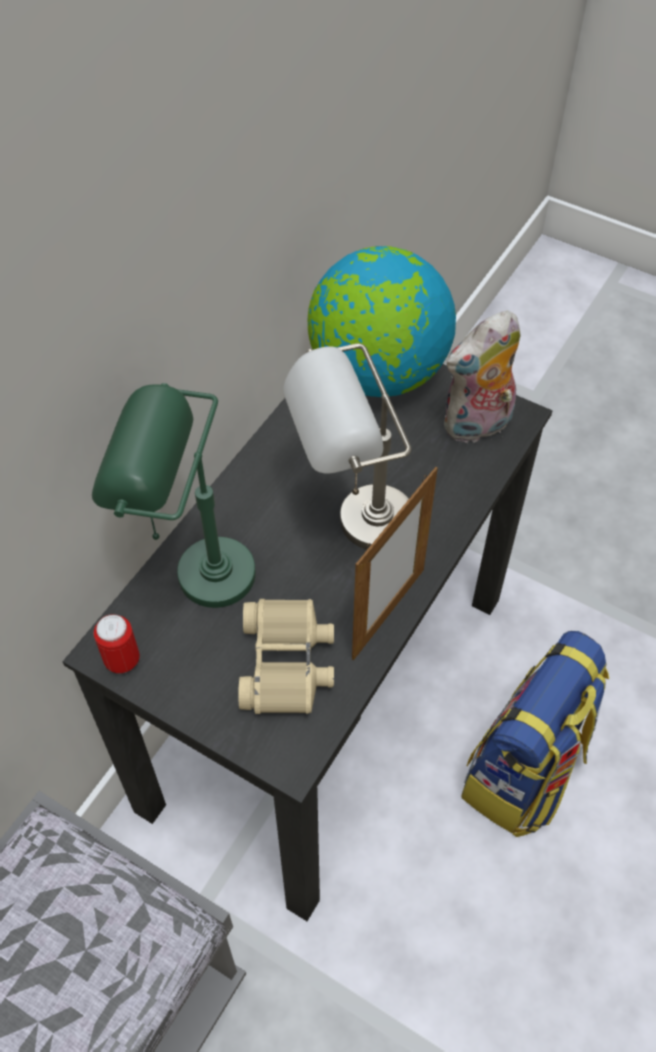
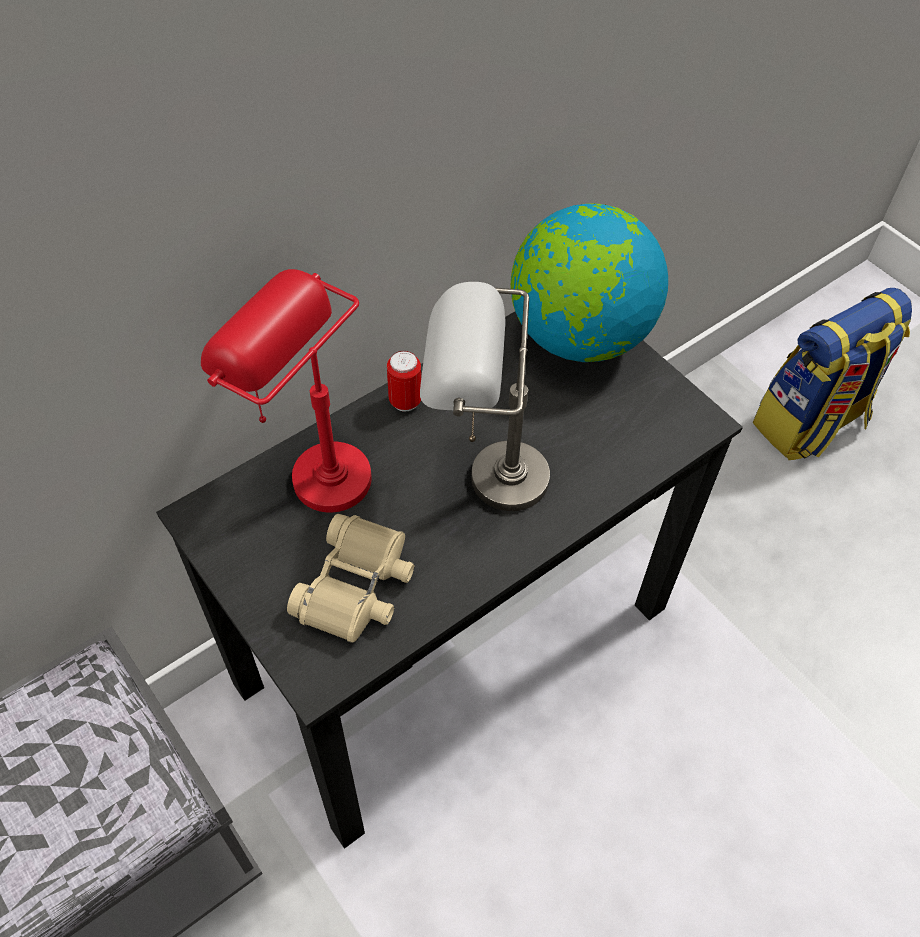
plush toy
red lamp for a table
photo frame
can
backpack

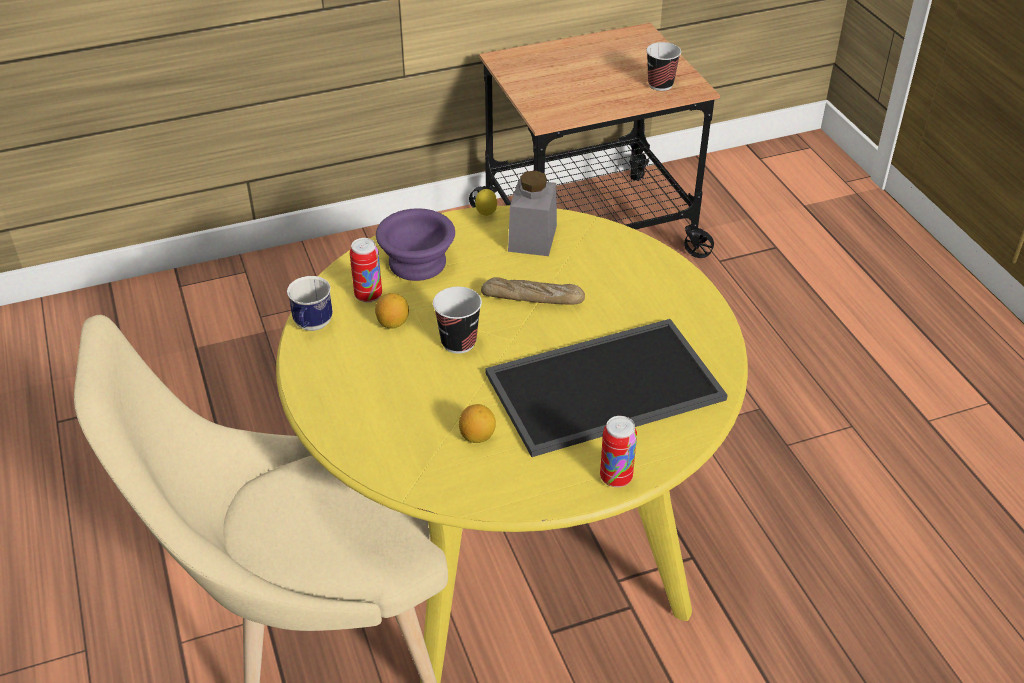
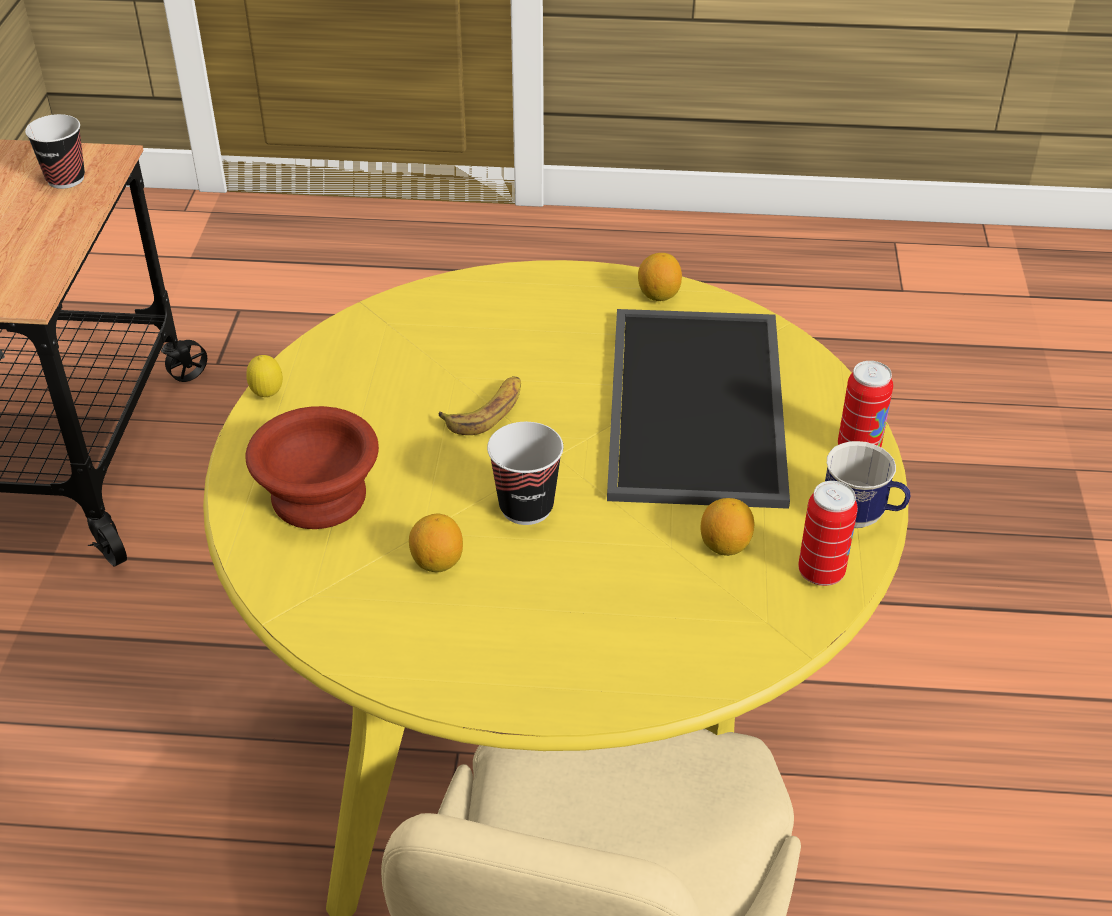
greyish storage jar
brown deep dish
can (1st from left)
coffee mug
whole banana
lemon (3rd from left)

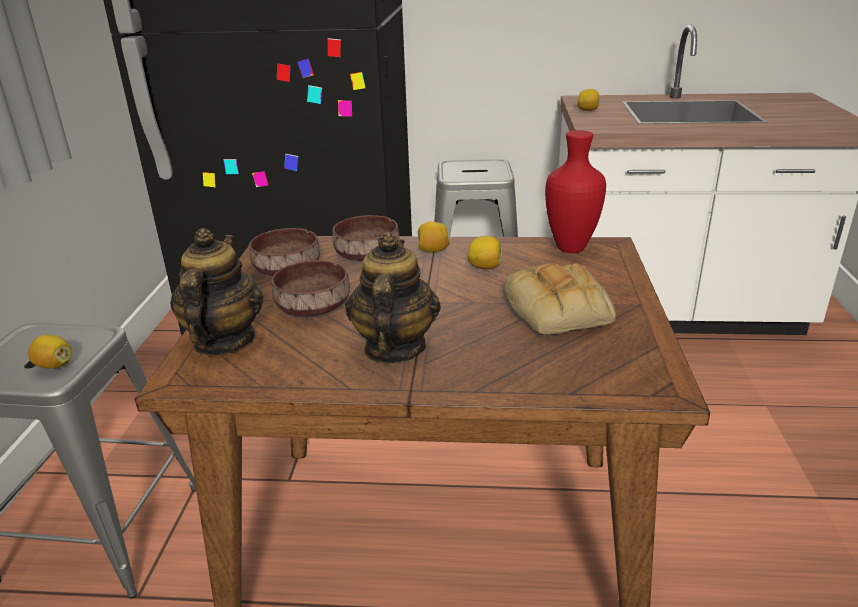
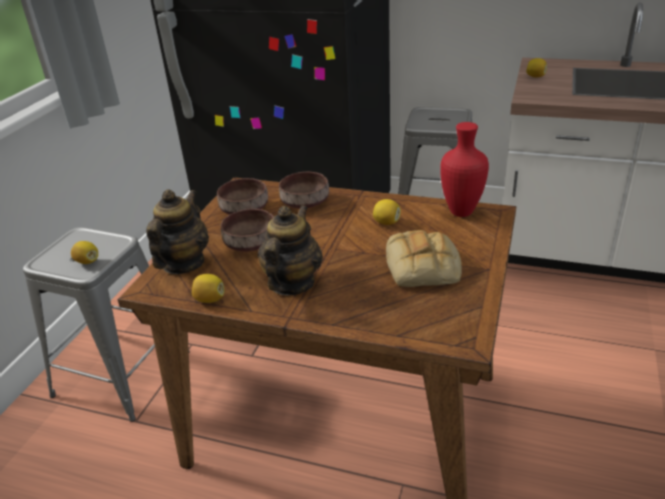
lemon (2nd from left)

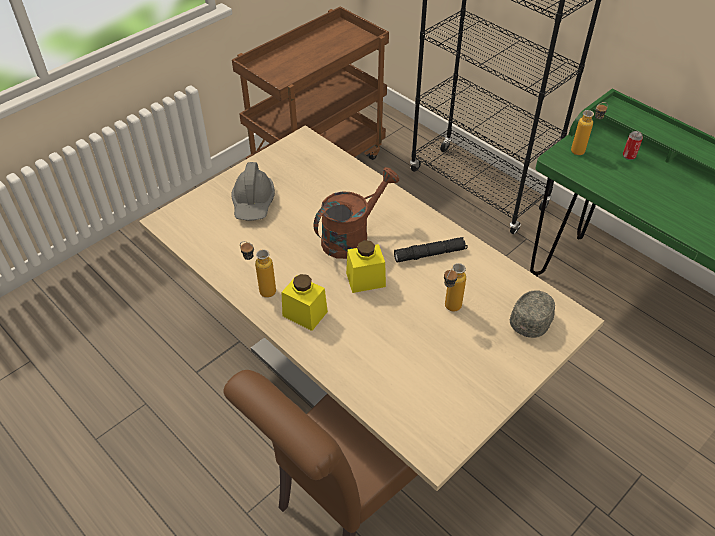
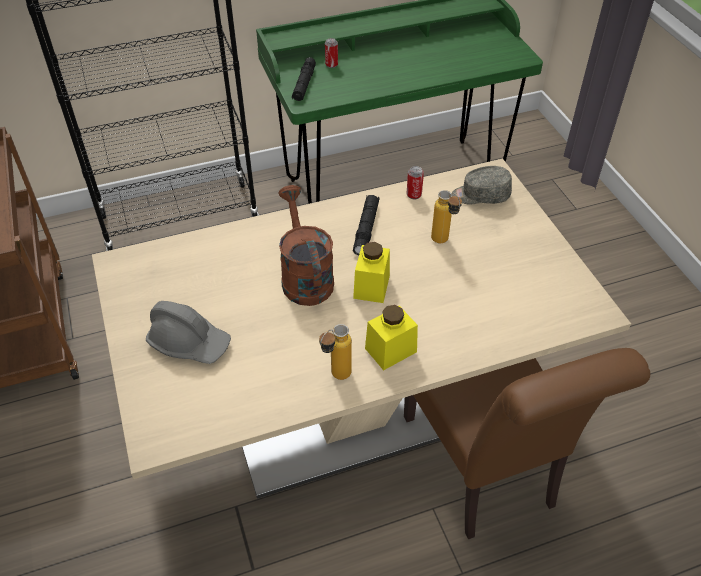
black hand torch (1st from left)
greyish baseball cap
can (2nd from left)

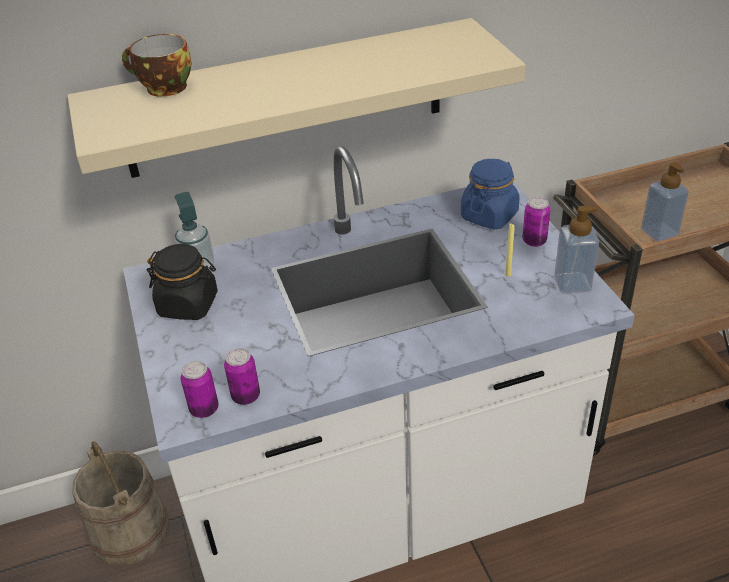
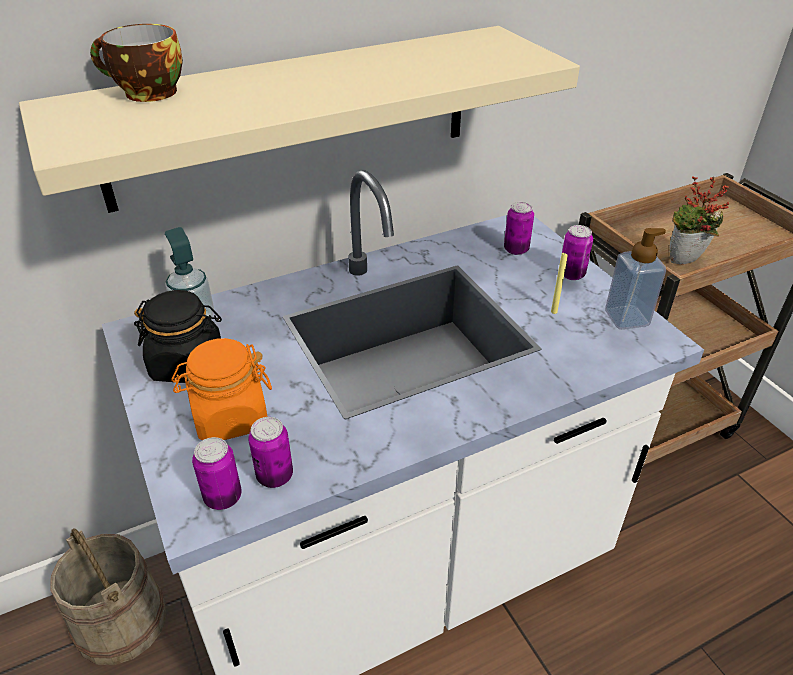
can (3rd from left)
houseplant
orange storage jar

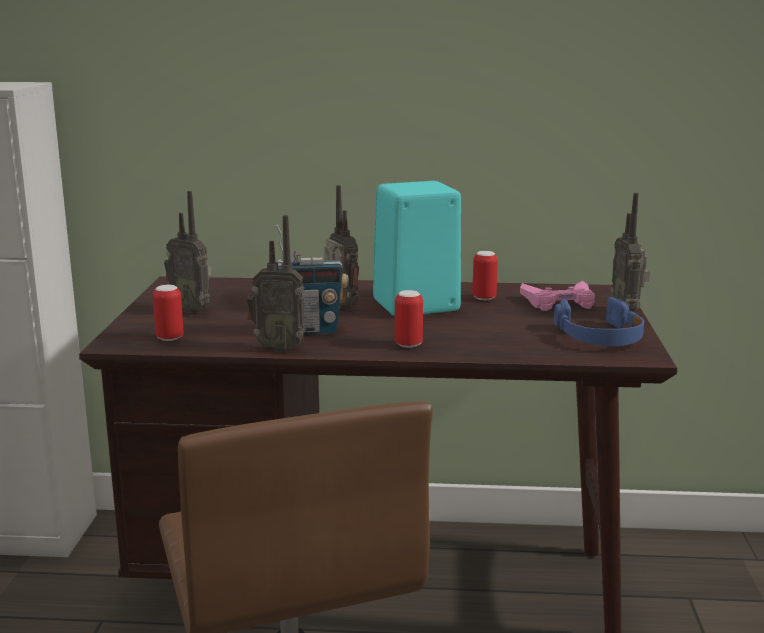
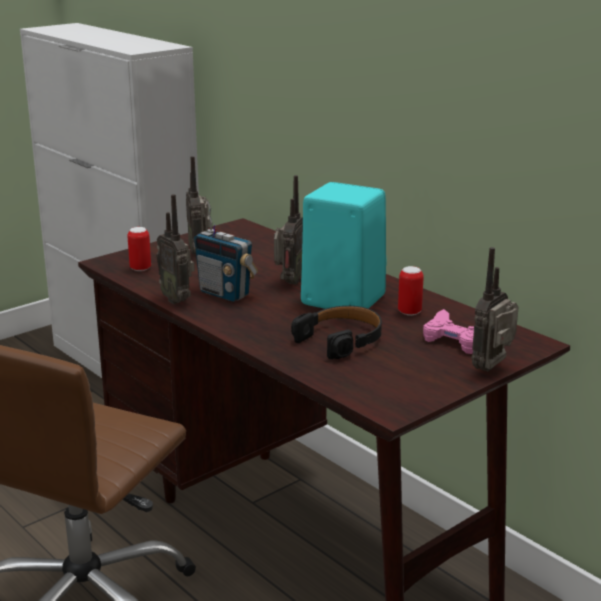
can (2nd from left in the first image)
blue-coloured headphones
black headphones

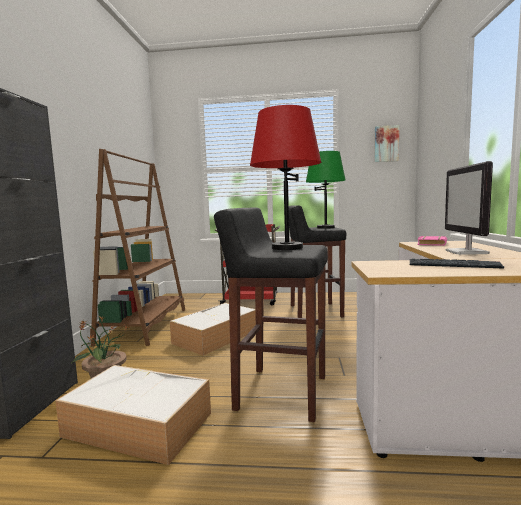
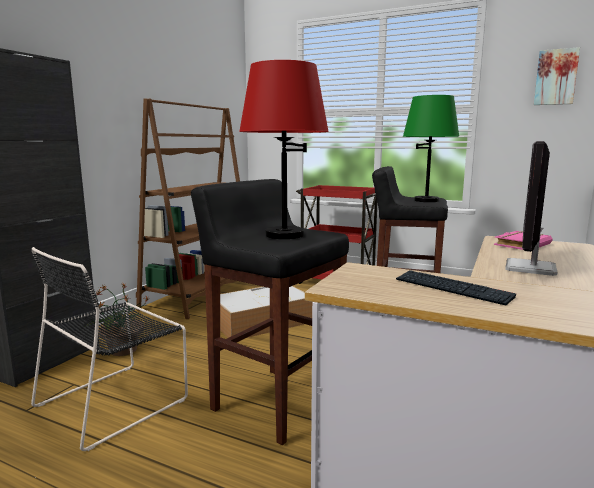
black upright chair

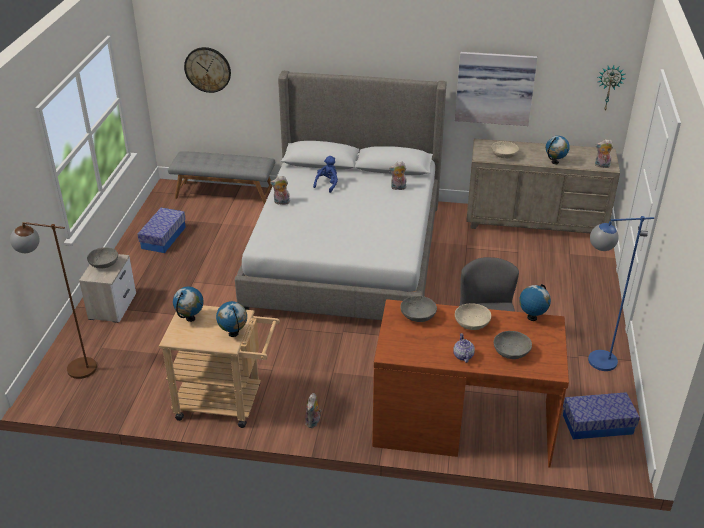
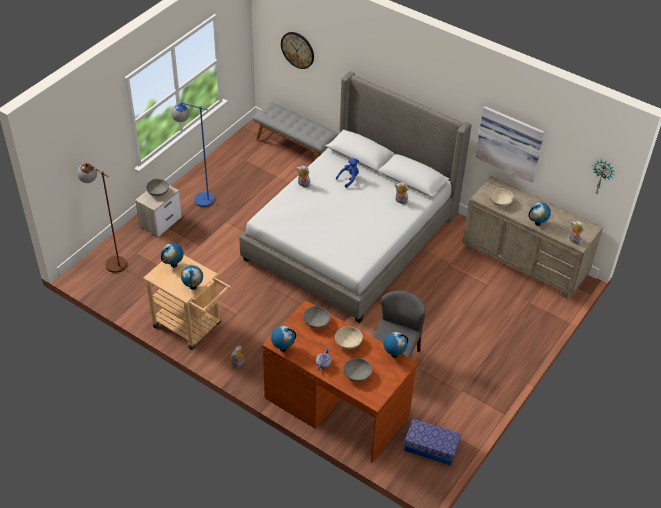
storage box (1st from left in the first image)
blue-coloured floor lamp
globe (3rd from left)

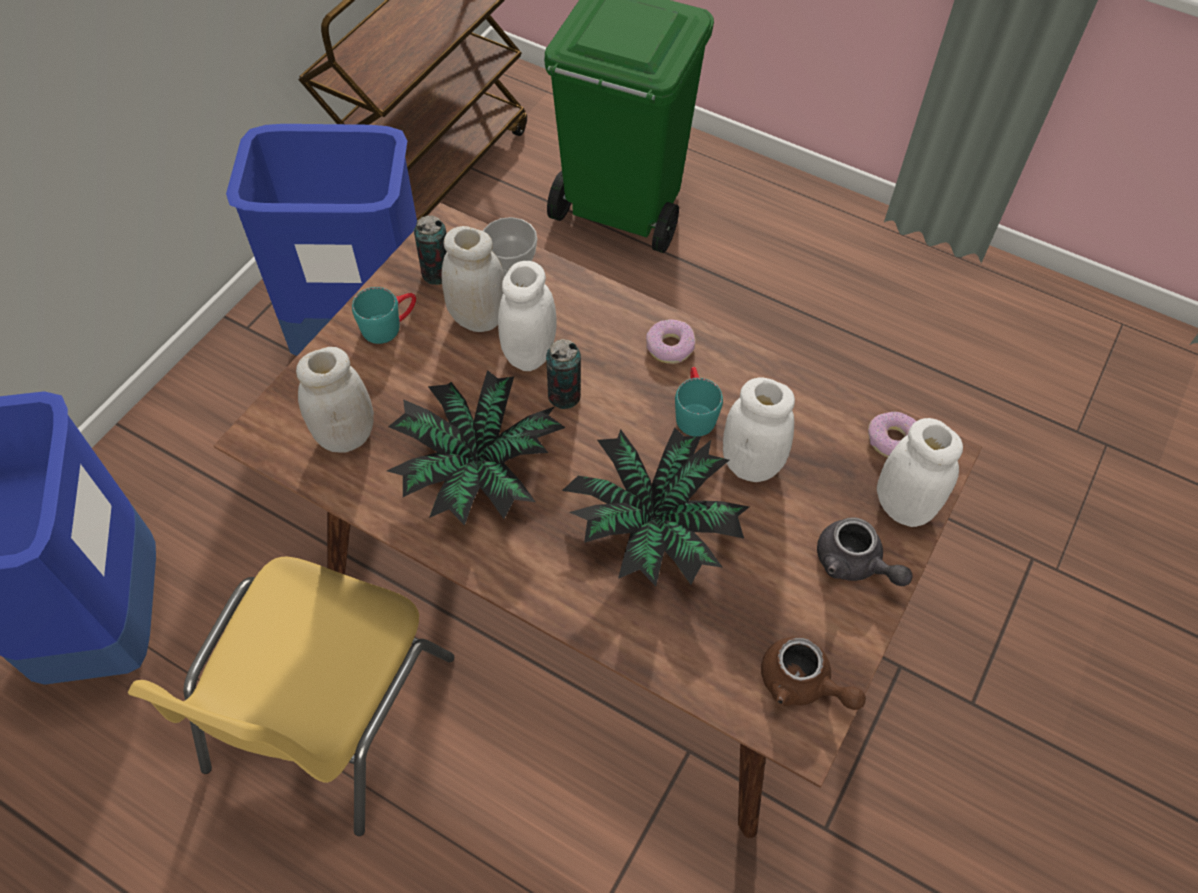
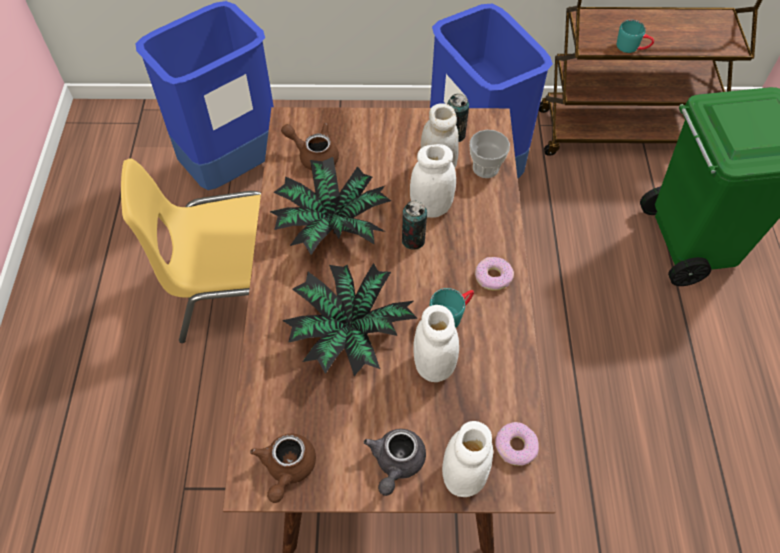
turquoise-coloured coffee mug (2nd from left)
brown tea pot (2nd from left)

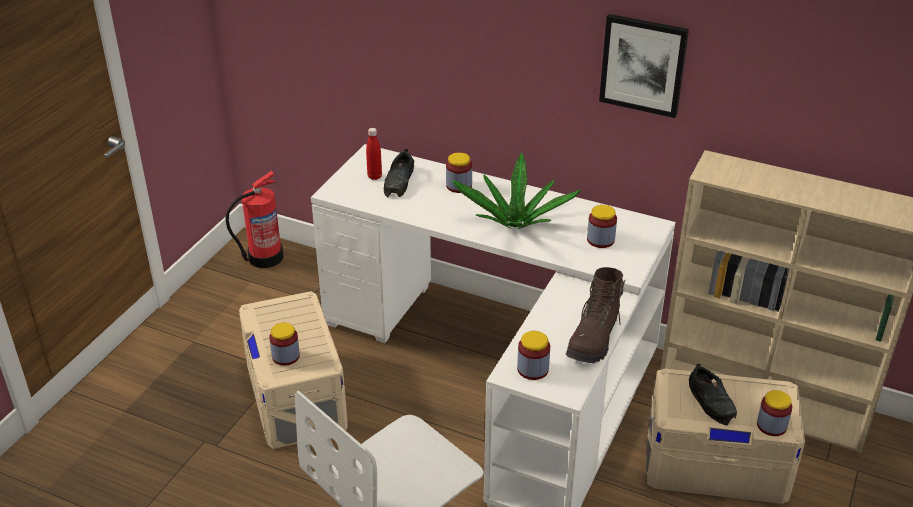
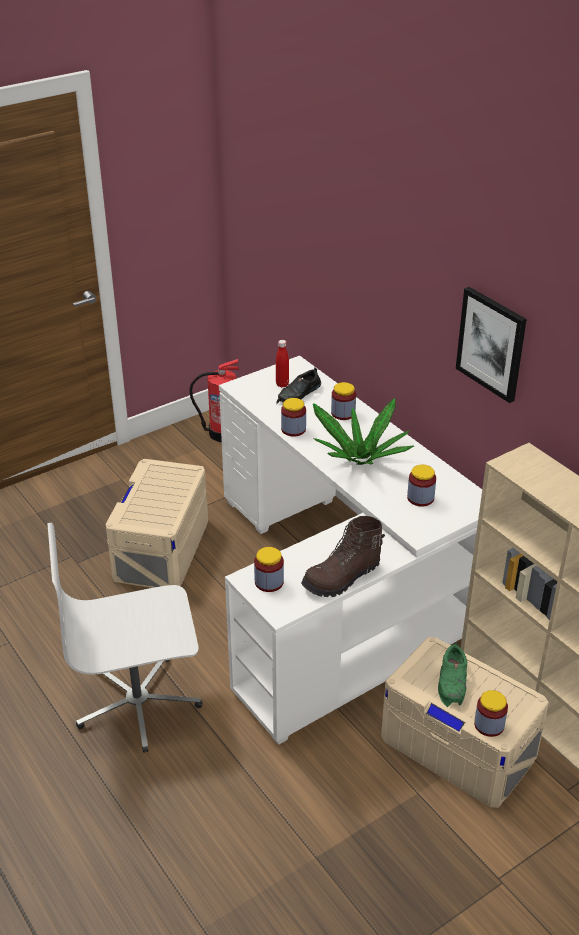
storage jar (2nd from left)
green item of footwear

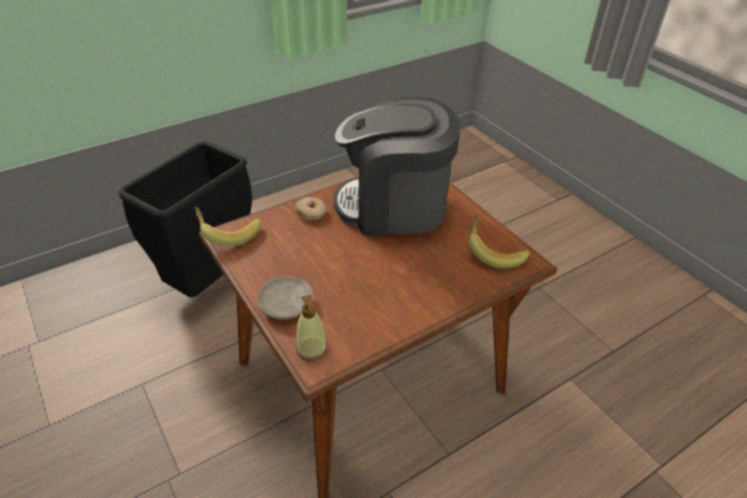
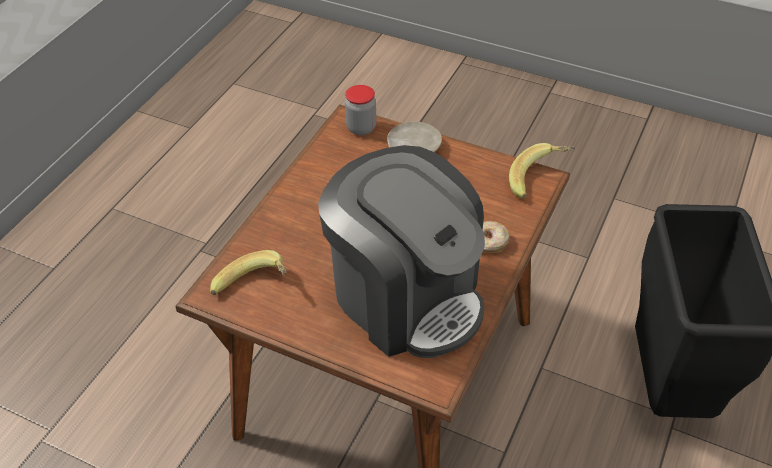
coffee maker
storage jar

